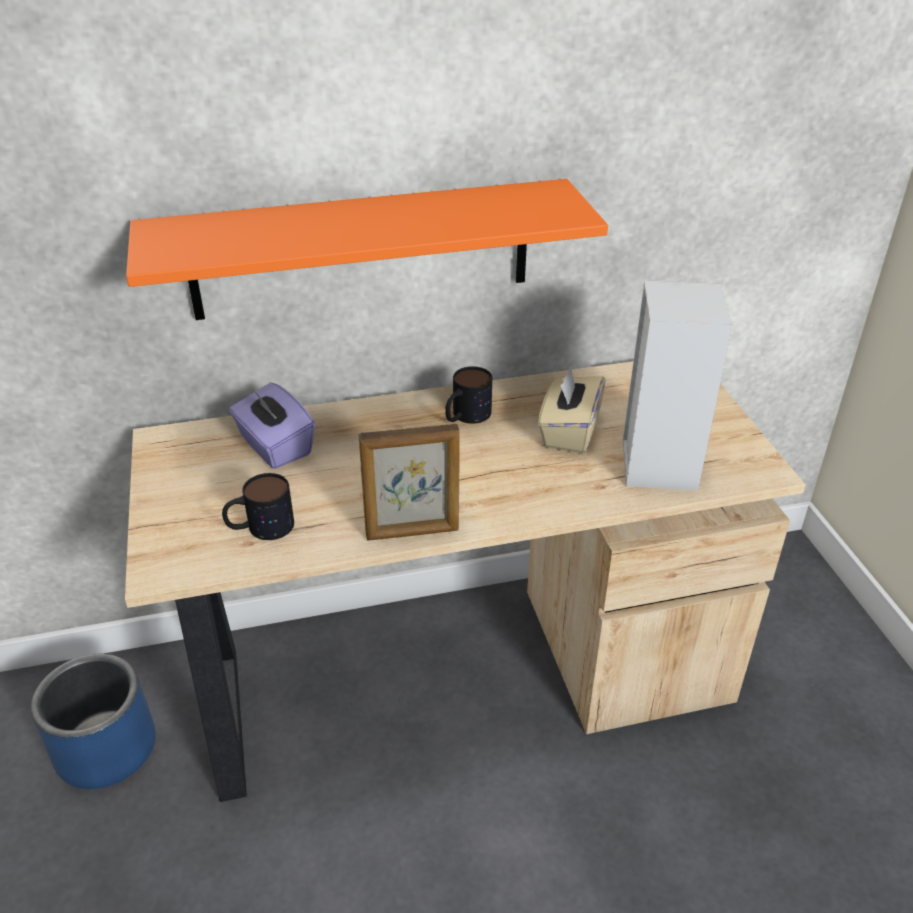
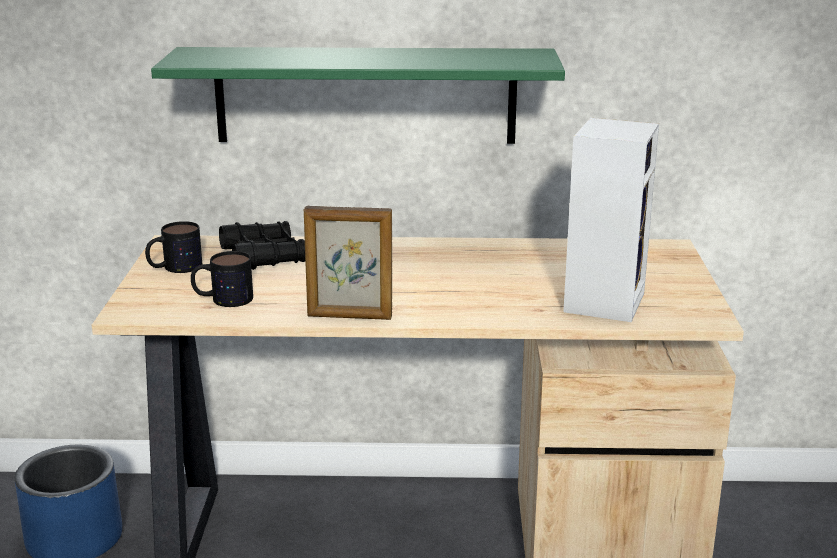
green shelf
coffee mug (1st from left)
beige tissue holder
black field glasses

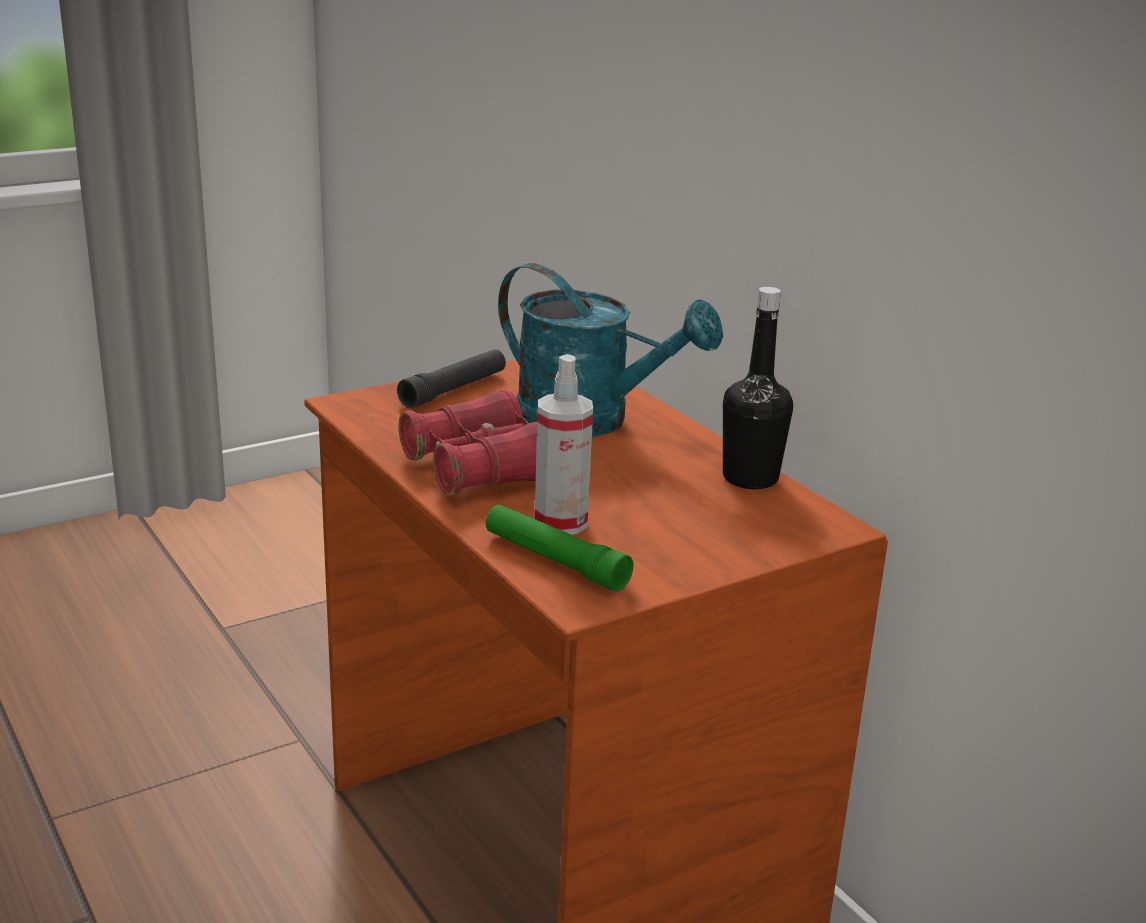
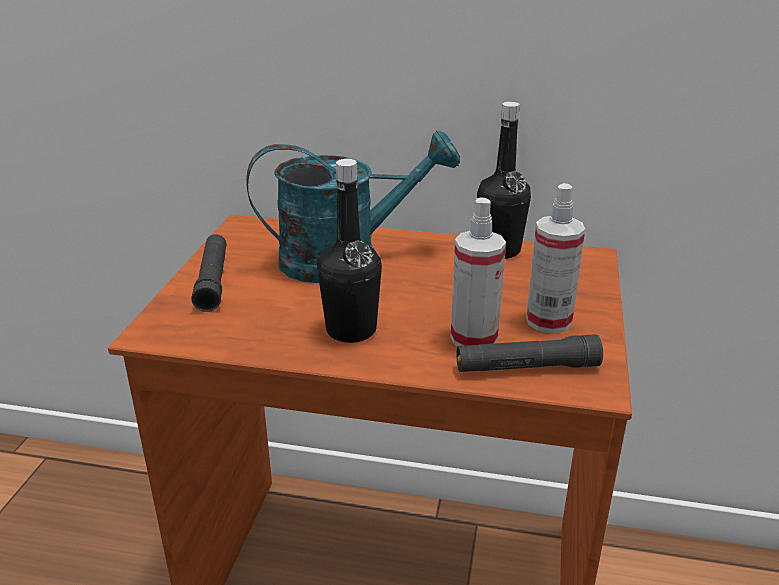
black beverage bottle (1st from left)
black hand torch (2nd from left)
hand sprayer (2nd from left)

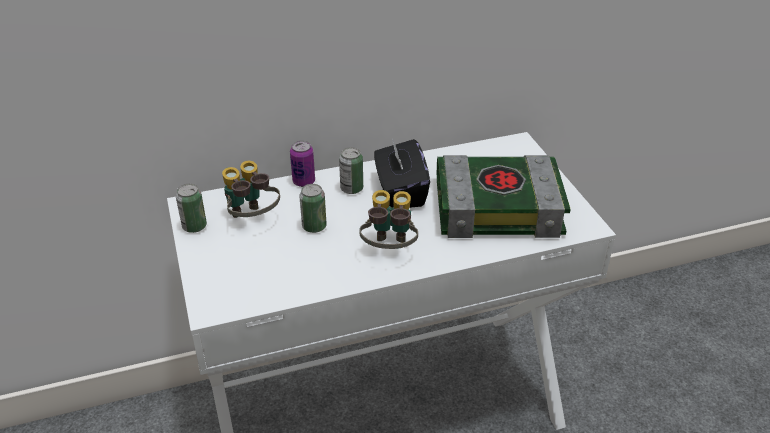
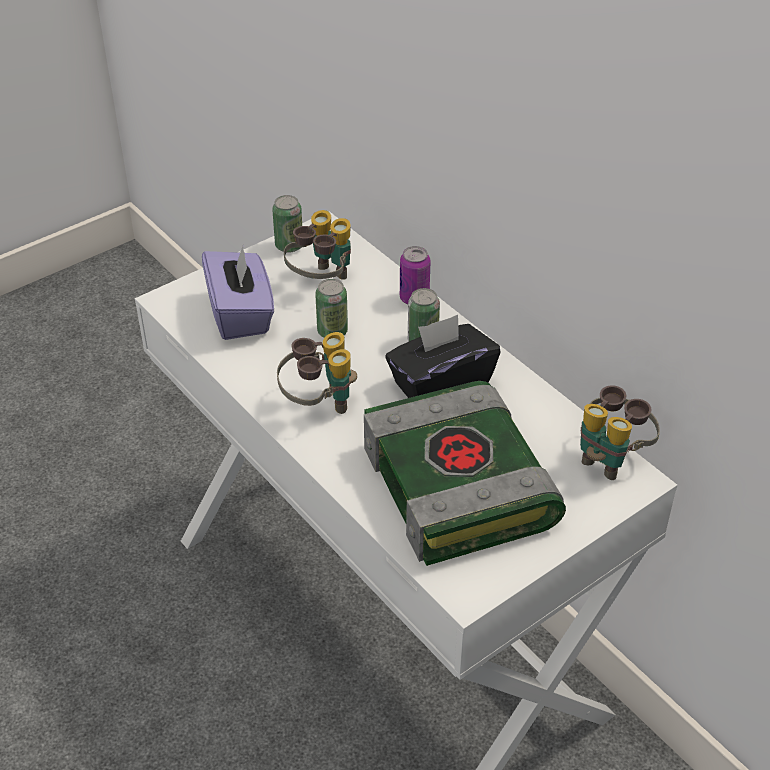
purplish tissue holder
field glasses (3rd from left)

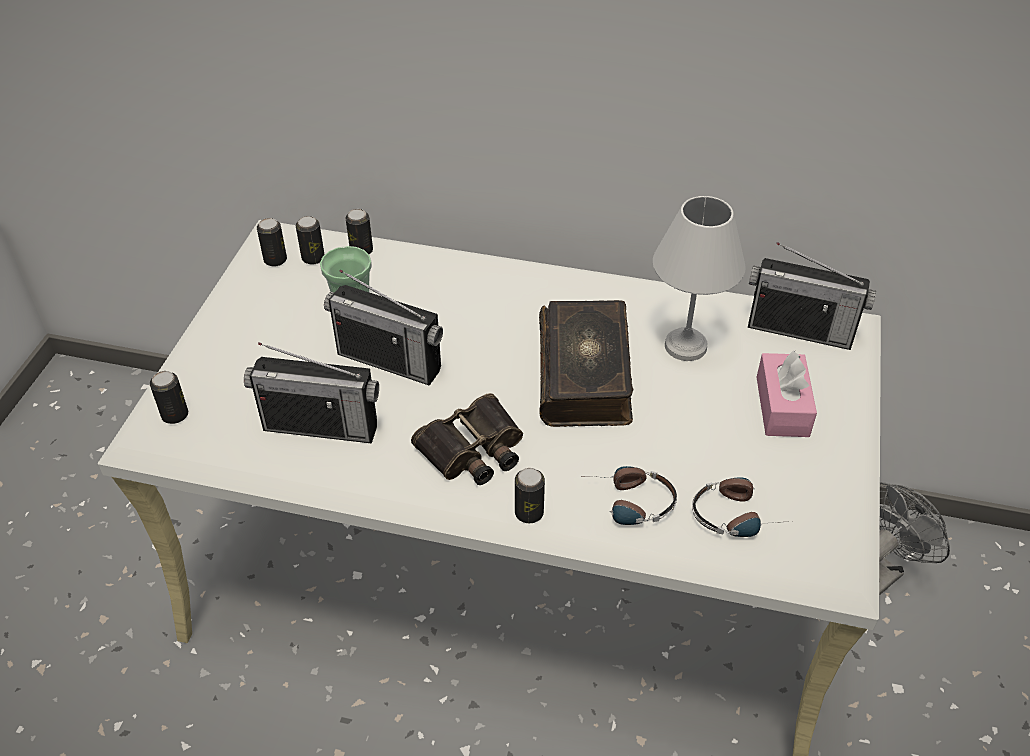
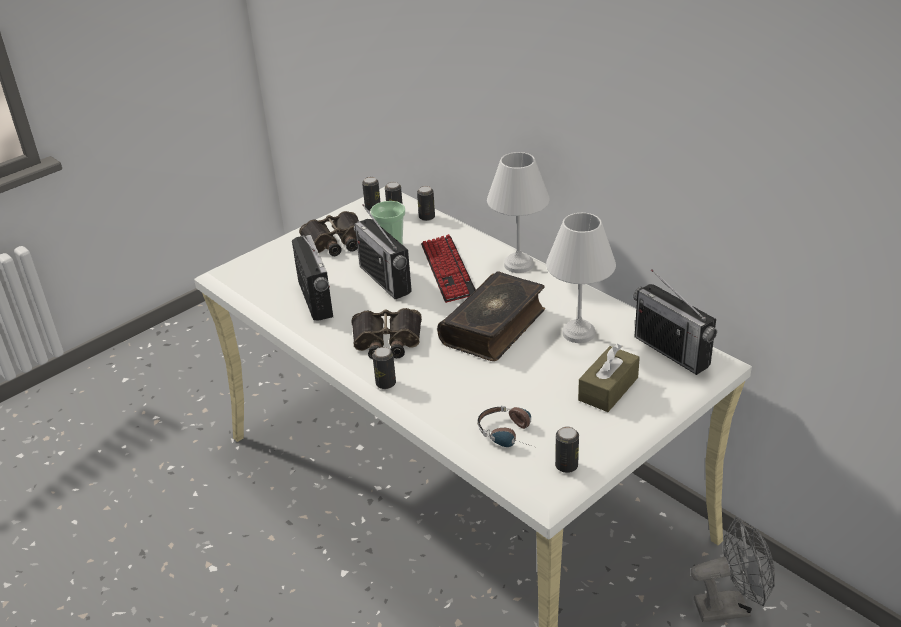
radio receiver (1st from left)
brown tissue holder
can (5th from left)
headphones (1st from left in the first image)
whitish lamp for a table (1st from left)
field glasses (1st from left)
keyboard

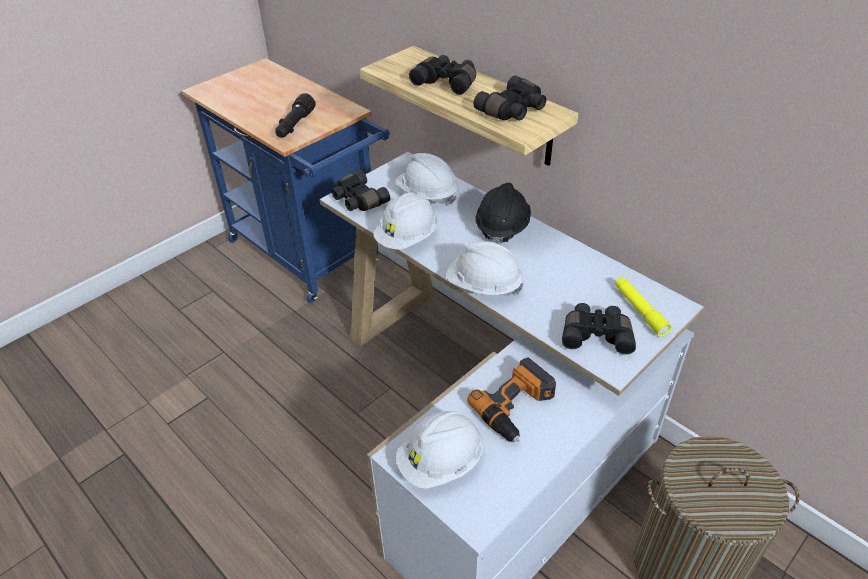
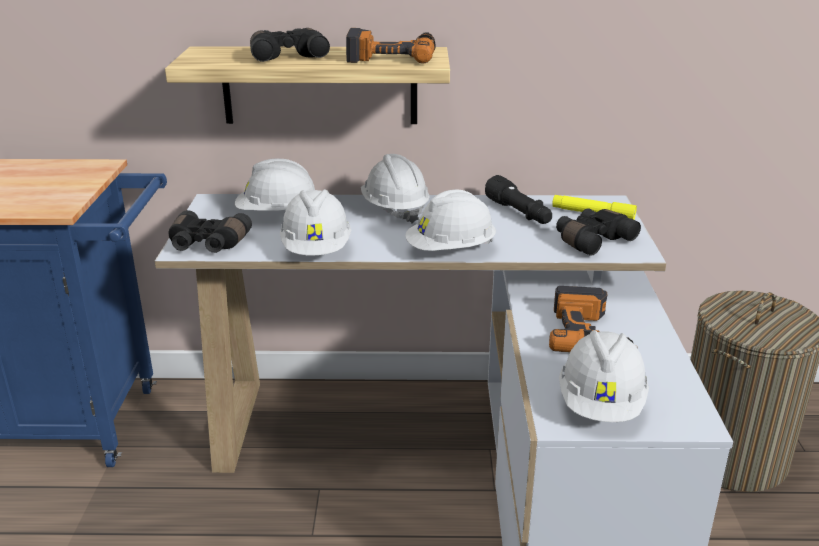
power drill (1st from left)
black hand torch
whitish hard hat (3rd from left)

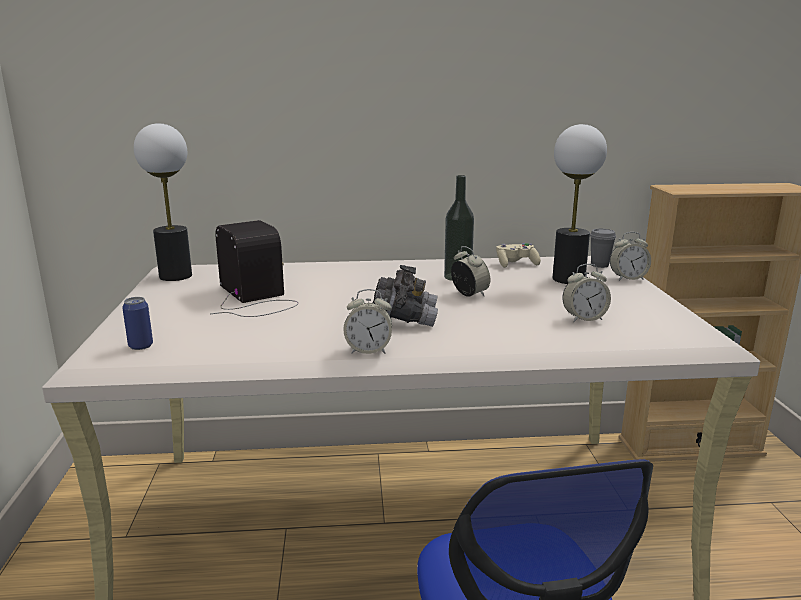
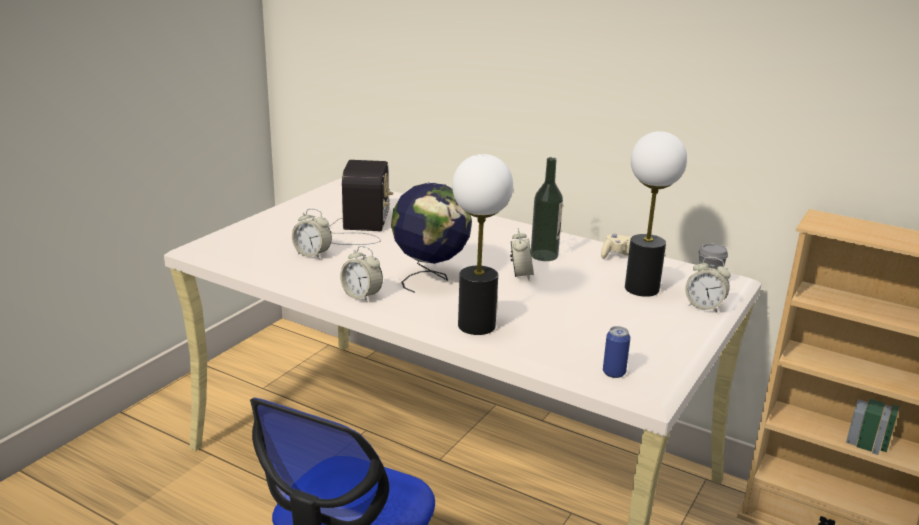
lamp for a table (1st from left)
table clock (1st from left)
globe
can

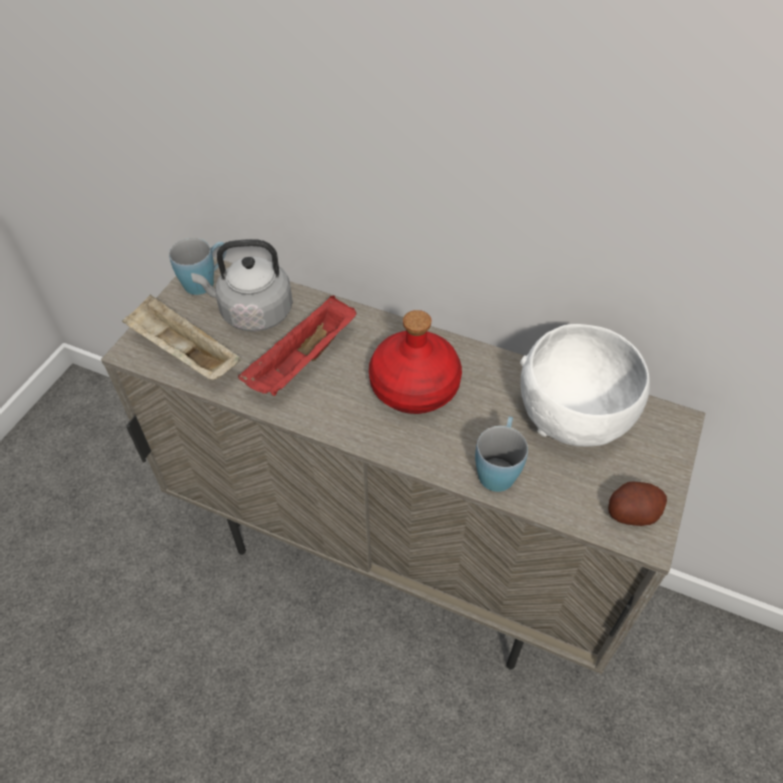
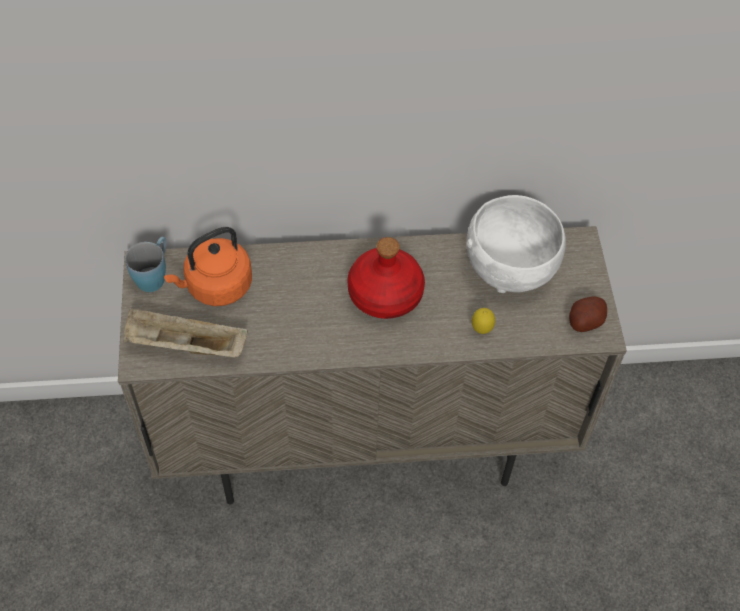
orange kettle
red serving tray
lemon

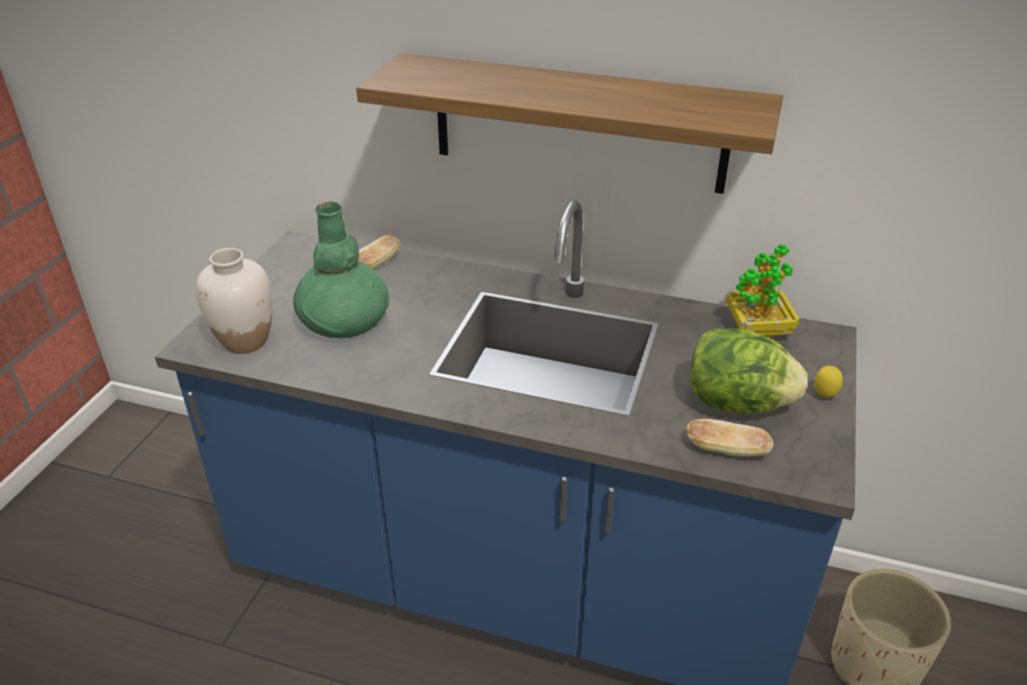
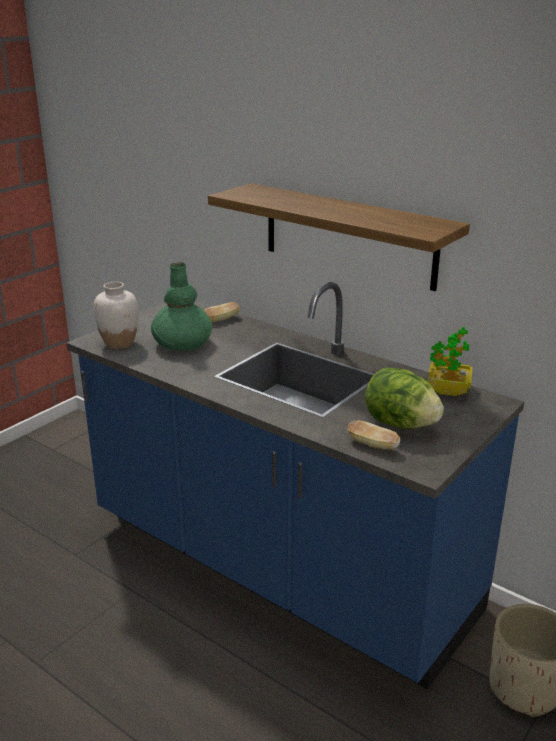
lemon

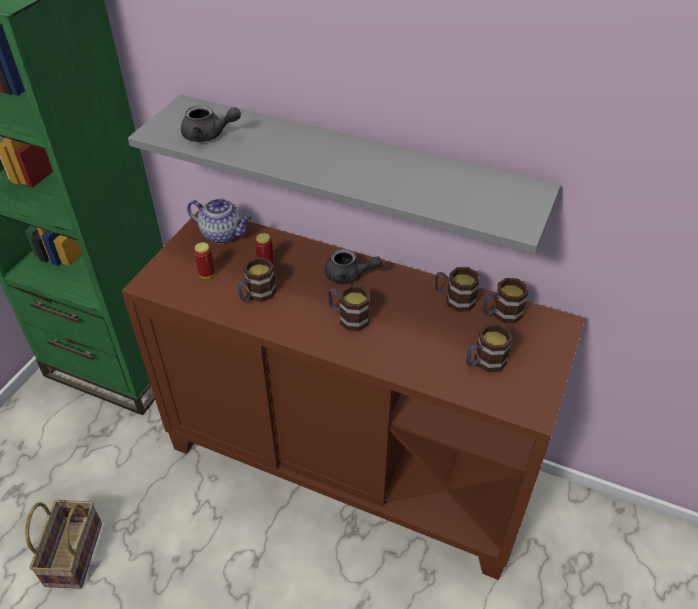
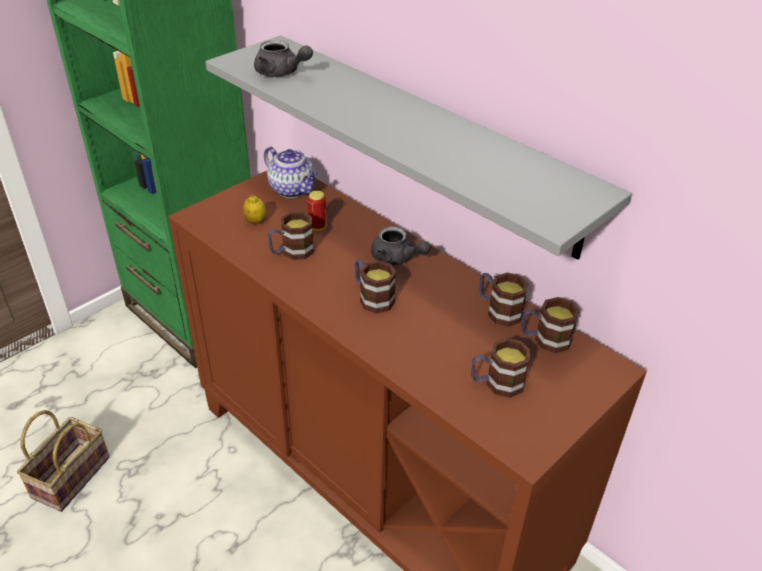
lemon

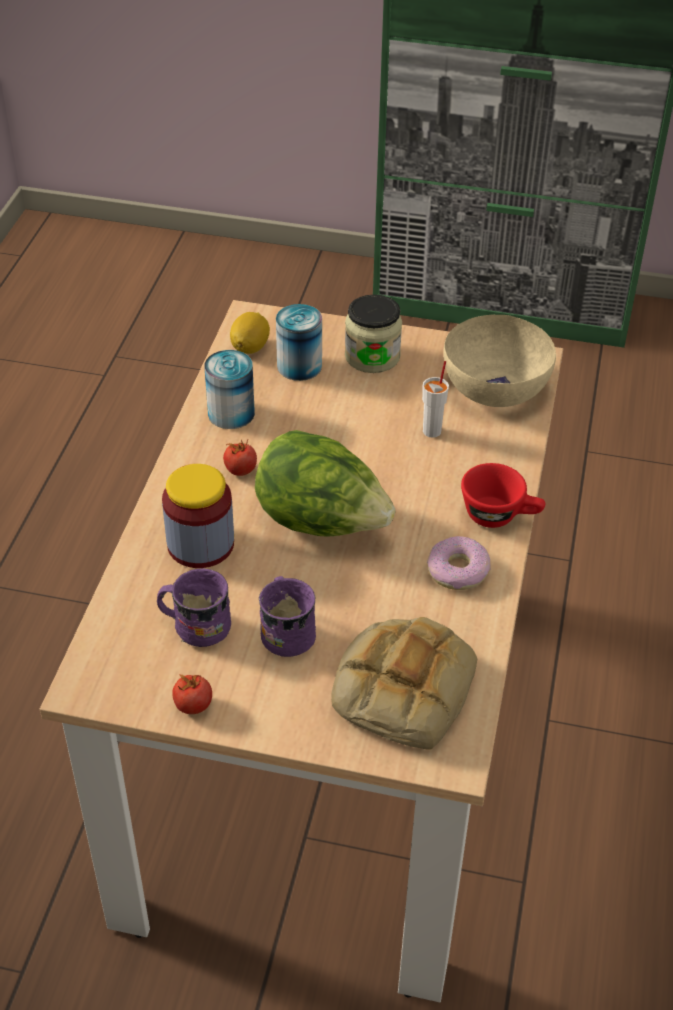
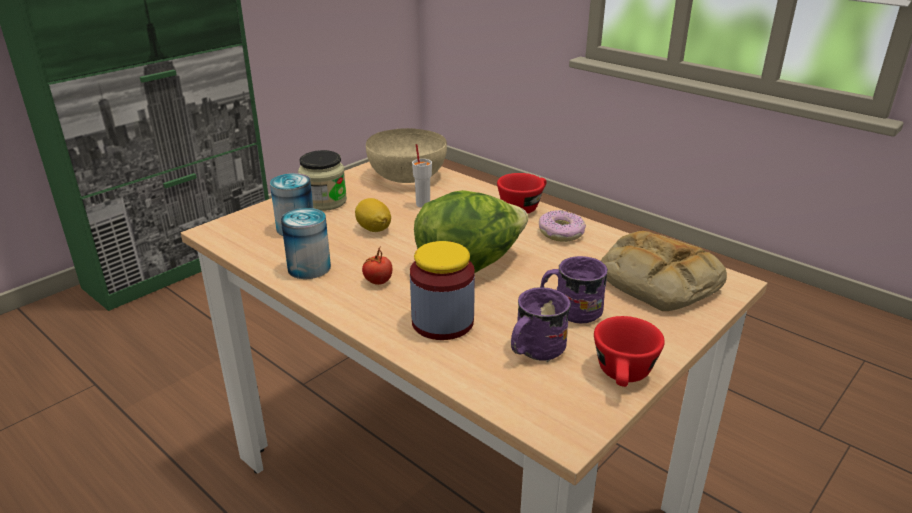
lemon
red small cup (2nd from left)

